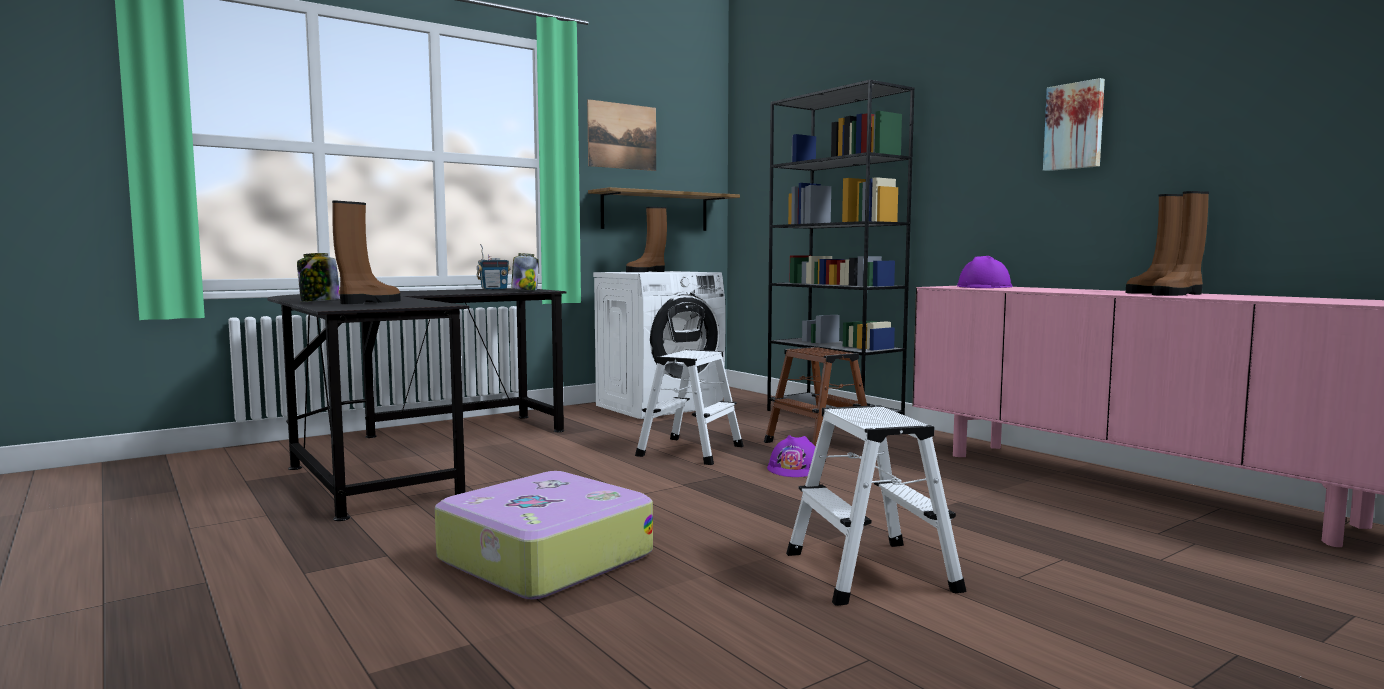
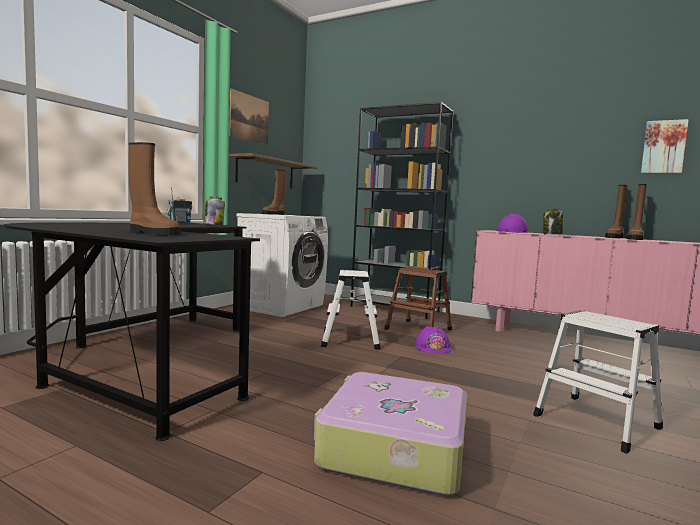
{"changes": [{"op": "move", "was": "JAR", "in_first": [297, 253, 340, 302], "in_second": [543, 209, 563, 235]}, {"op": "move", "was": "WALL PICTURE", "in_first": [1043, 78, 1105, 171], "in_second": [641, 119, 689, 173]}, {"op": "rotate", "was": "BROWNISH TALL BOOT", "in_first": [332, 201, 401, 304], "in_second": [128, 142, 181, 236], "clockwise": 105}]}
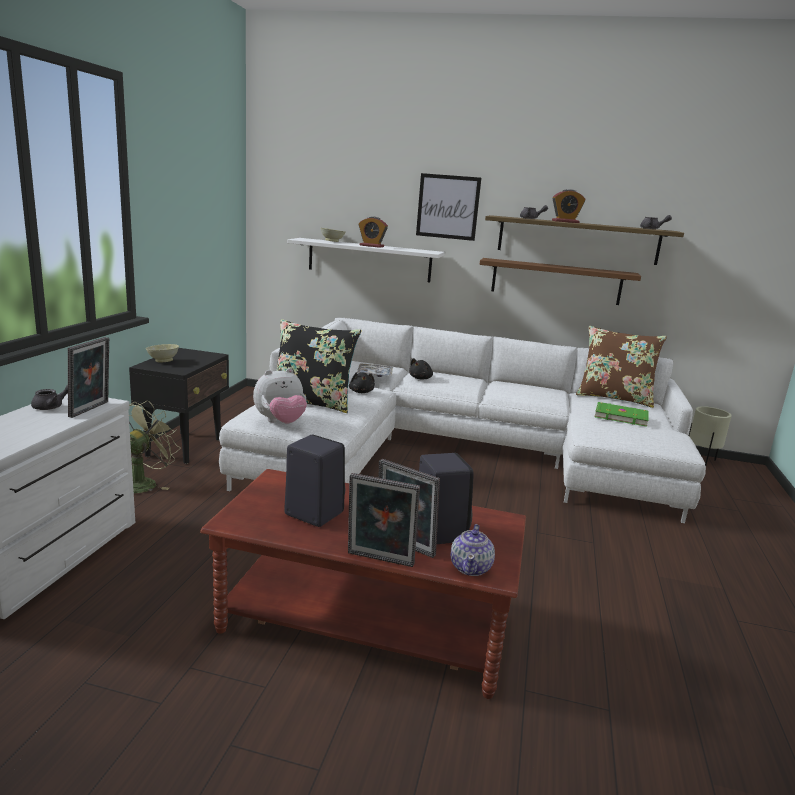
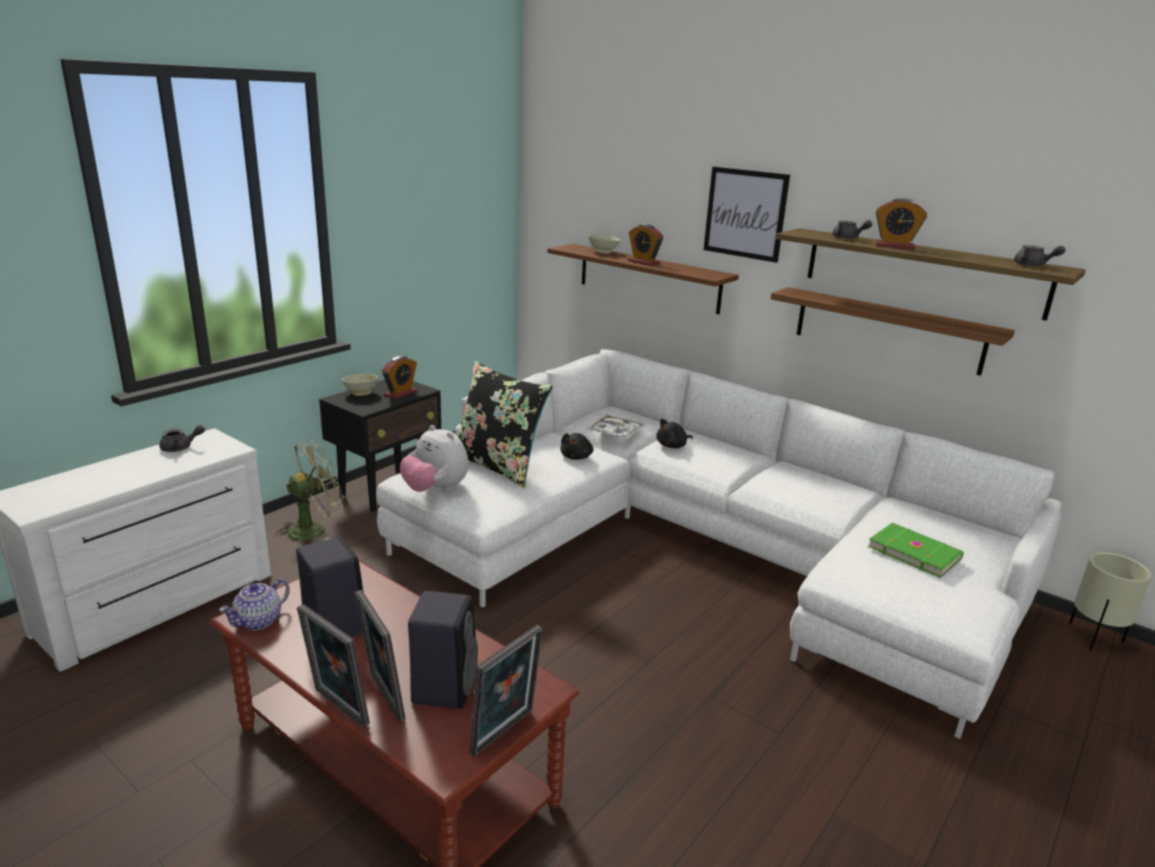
{"changes": [{"op": "delete", "was": "BROWNISH THROW PILLOW", "in_first": [576, 326, 667, 408]}, {"op": "insert", "now": "TABLE CLOCK", "in_second": [382, 356, 417, 399]}, {"op": "move", "was": "PHOTO FRAME", "in_first": [68, 337, 109, 418], "in_second": [469, 625, 543, 757]}, {"op": "move", "was": "TEAPOT", "in_first": [451, 524, 495, 576], "in_second": [219, 579, 290, 630]}, {"op": "recolor", "was": "WHITE BRACKET SHELF", "now": "BROWNISH BRACKET SHELF", "in_first": [287, 238, 445, 282], "in_second": [548, 244, 739, 314]}, {"op": "rotate", "was": "SOFT TOY", "in_first": [253, 368, 307, 423], "in_second": [400, 425, 469, 492], "clockwise": 45}]}
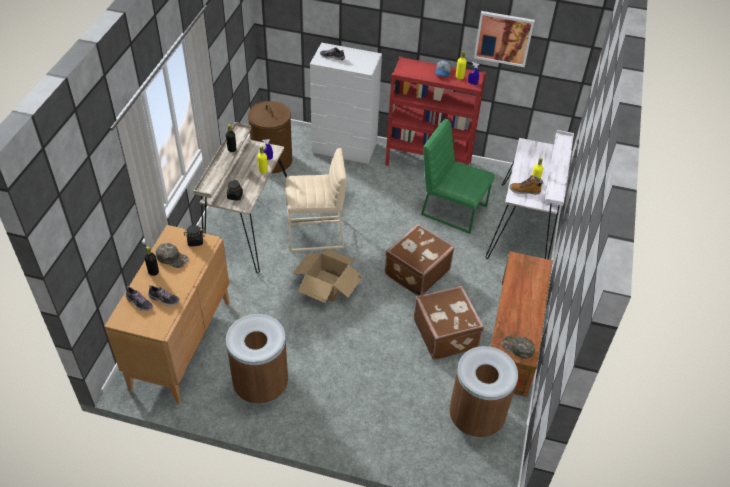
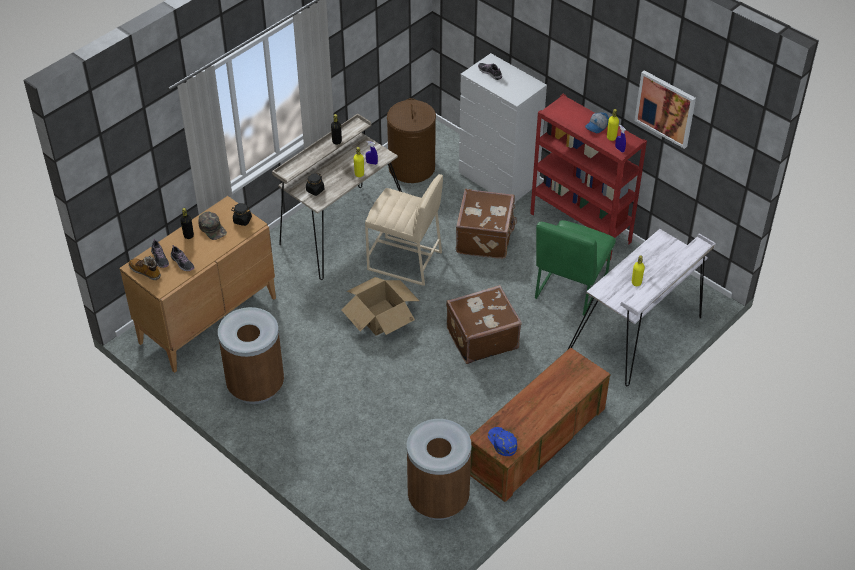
{"changes": [{"op": "move", "was": "BROWNISH TRAVEL CASE", "in_first": [414, 286, 484, 360], "in_second": [456, 189, 517, 259]}, {"op": "move", "was": "TALL BOOT", "in_first": [509, 175, 543, 195], "in_second": [129, 256, 161, 280]}, {"op": "recolor", "was": "GREEN CAP", "now": "BLUISH CAP", "in_first": [502, 336, 535, 359], "in_second": [488, 427, 517, 456]}, {"op": "rotate", "was": "GREEN UPRIGHT CHAIR", "in_first": [421, 119, 495, 234], "in_second": [535, 220, 616, 316], "clockwise": -120}]}
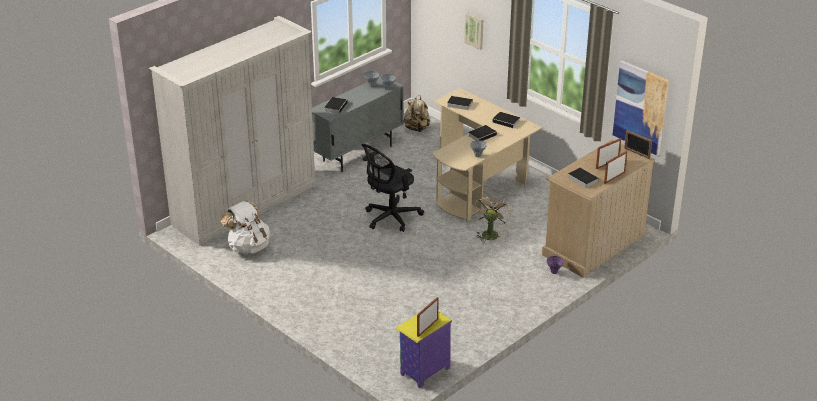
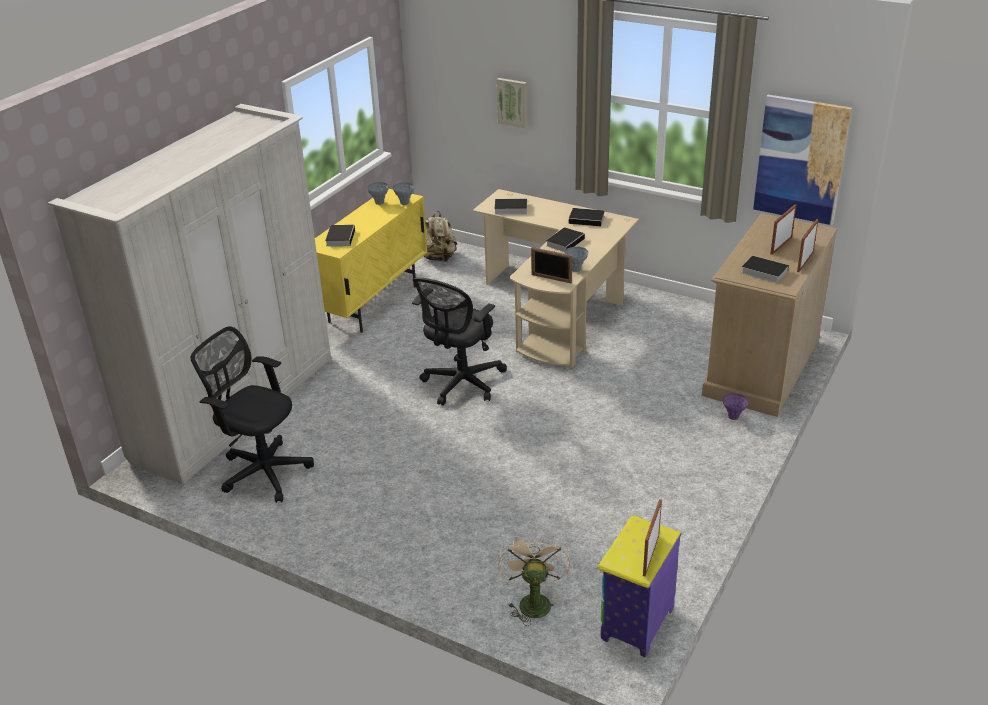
{"changes": [{"op": "move", "was": "SAND-COLOURED FAN", "in_first": [474, 194, 511, 242], "in_second": [499, 532, 571, 626]}, {"op": "move", "was": "PHOTO FRAME", "in_first": [624, 130, 652, 159], "in_second": [531, 247, 572, 283]}, {"op": "replace", "was": "WHITE RUCKSACK", "now": "BLACKISH OFFICE CHAIR", "in_first": [220, 201, 270, 254], "in_second": [191, 326, 314, 503]}, {"op": "recolor", "was": "GRAY CABINET", "now": "YELLOW CABINET", "in_first": [312, 75, 404, 172], "in_second": [315, 189, 427, 333]}]}
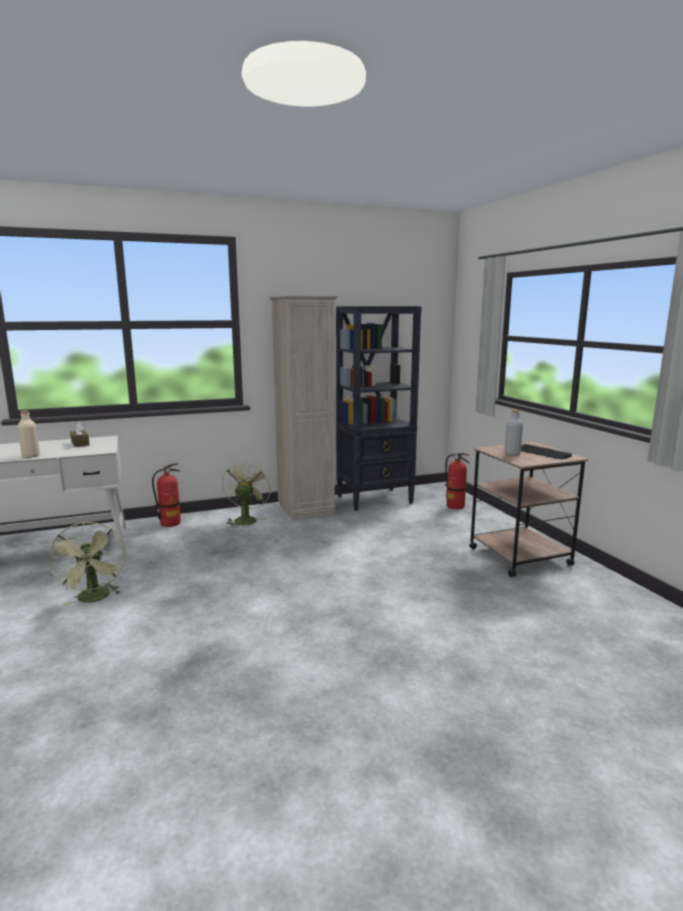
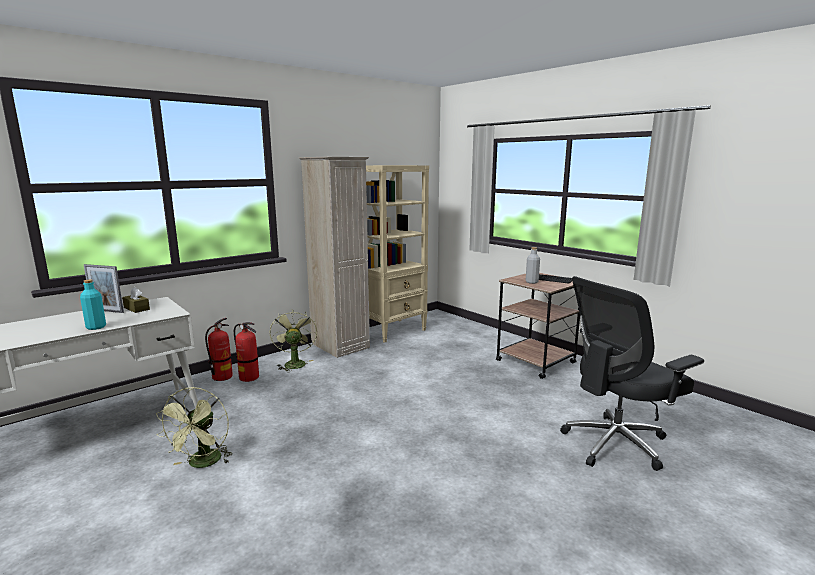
{"changes": [{"op": "insert", "now": "PHOTO FRAME", "in_second": [84, 264, 124, 313]}, {"op": "insert", "now": "OFFICE CHAIR", "in_second": [560, 276, 704, 471]}, {"op": "move", "was": "FIRE-FIGHTING CYLINDER", "in_first": [445, 453, 470, 509], "in_second": [234, 322, 259, 382]}, {"op": "recolor", "was": "SAND-COLOURED BOTTLE", "now": "BLUE-GREEN BOTTLE", "in_first": [17, 411, 40, 458], "in_second": [80, 280, 106, 330]}, {"op": "recolor", "was": "BLACKISH BOOKSHELF", "now": "SAND-COLOURED BOOKSHELF", "in_first": [336, 306, 422, 511], "in_second": [366, 165, 429, 343]}, {"op": "rotate", "was": "GREEN FAN", "in_first": [49, 522, 125, 606], "in_second": [156, 387, 232, 468], "clockwise": 45}]}
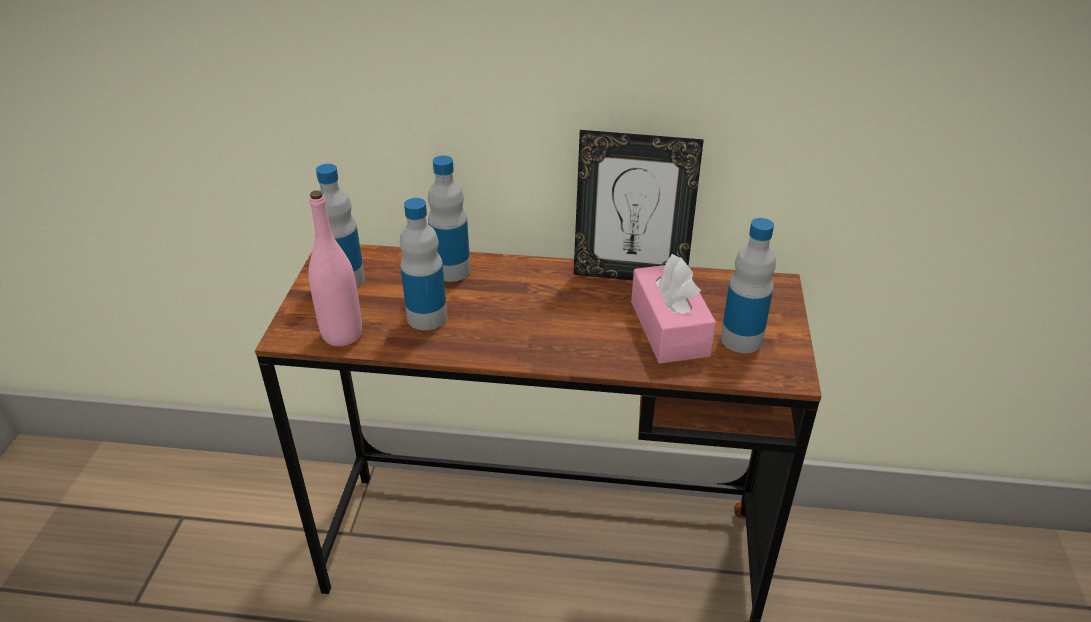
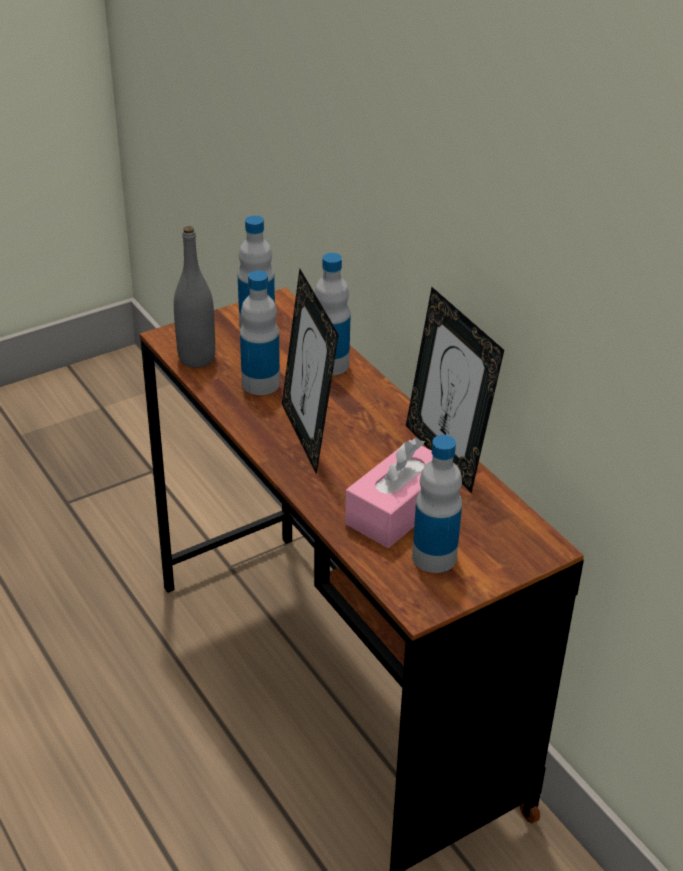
{"changes": [{"op": "insert", "now": "PHOTO FRAME", "in_second": [282, 269, 339, 475]}, {"op": "recolor", "was": "PINKISH BOTTLE", "now": "GRAY BOTTLE", "in_first": [308, 190, 362, 346], "in_second": [174, 226, 215, 368]}]}
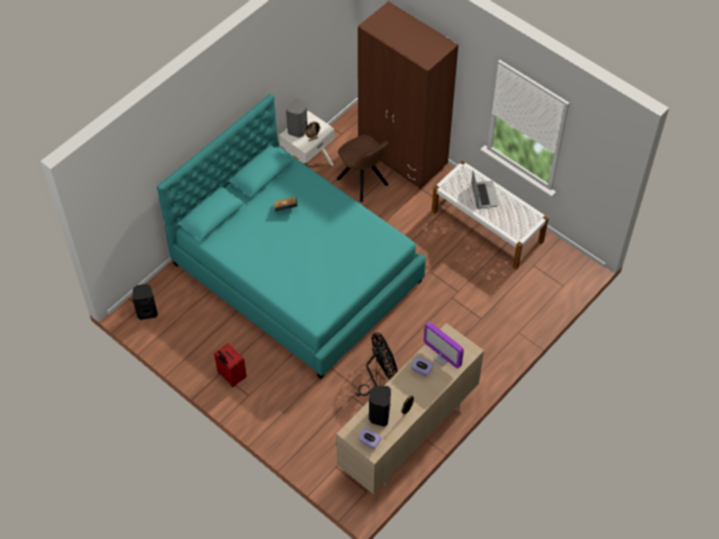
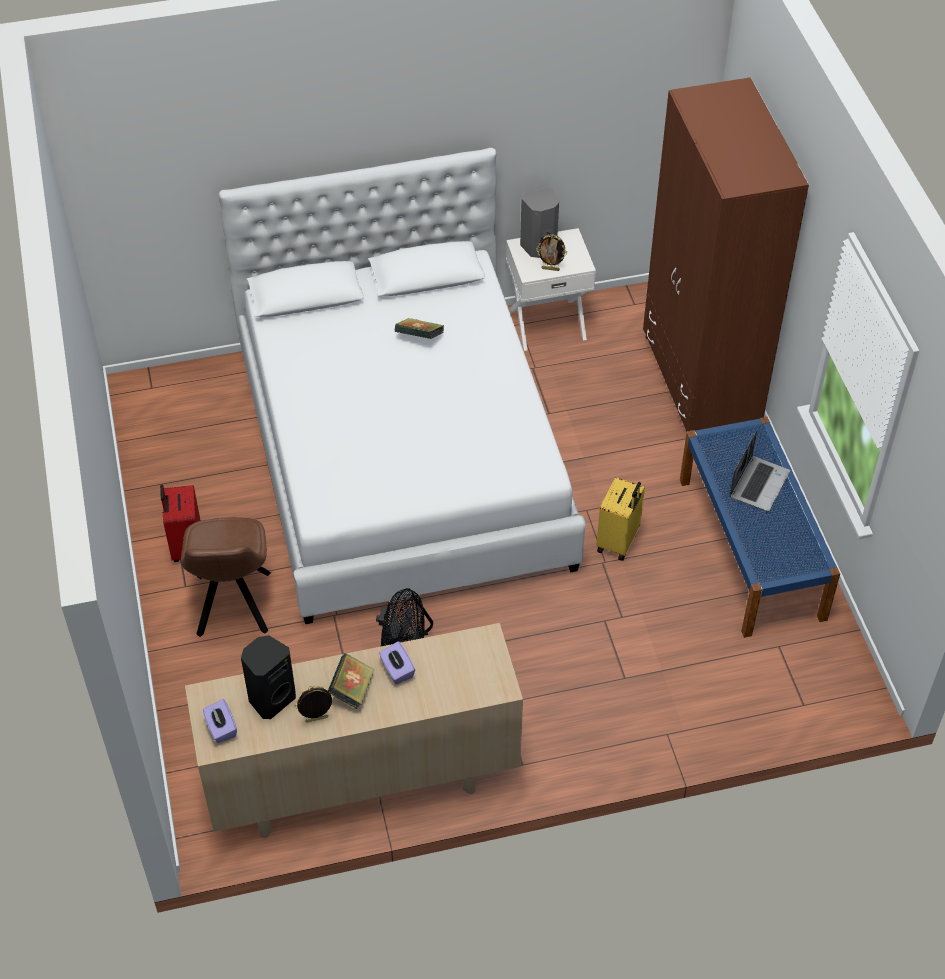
{"changes": [{"op": "delete", "was": "BLACKISH AUDIO SPEAKER", "in_first": [132, 284, 158, 320]}, {"op": "delete", "was": "COMPUTER DISPLAY", "in_first": [423, 322, 464, 369]}, {"op": "insert", "now": "BOUND BOOK", "in_second": [328, 653, 375, 709]}, {"op": "insert", "now": "YELLOW TRAVEL CASE", "in_second": [596, 477, 645, 561]}, {"op": "move", "was": "BROWNISH UPRIGHT CHAIR", "in_first": [337, 135, 389, 202], "in_second": [181, 517, 271, 637]}, {"op": "recolor", "was": "BLUE-GREEN SLEEPING BED", "now": "WHITE SLEEPING BED", "in_first": [157, 94, 426, 379], "in_second": [218, 148, 586, 624]}, {"op": "recolor", "was": "WHITE BENCH", "now": "BLUISH BENCH", "in_first": [432, 160, 549, 270], "in_second": [680, 417, 840, 638]}]}
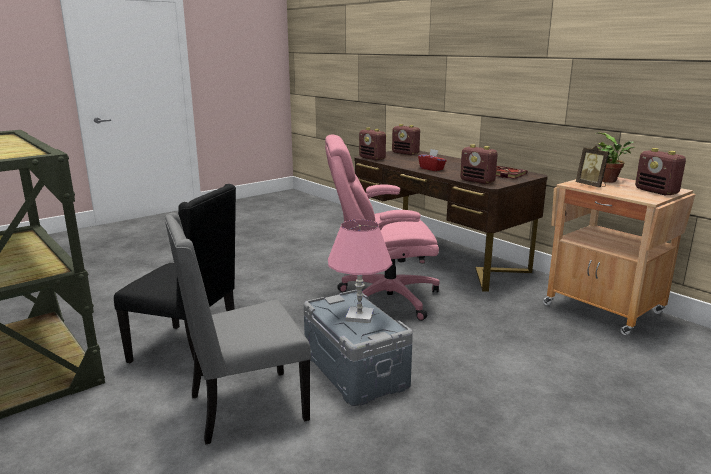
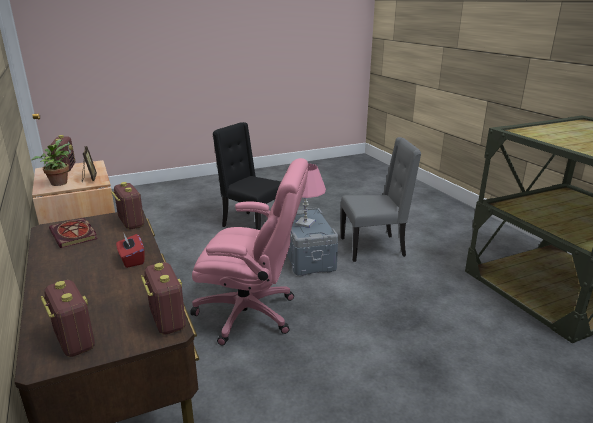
{"changes": [{"op": "move", "was": "BLACKISH UPRIGHT CHAIR", "in_first": [114, 184, 236, 376], "in_second": [213, 122, 281, 230]}]}
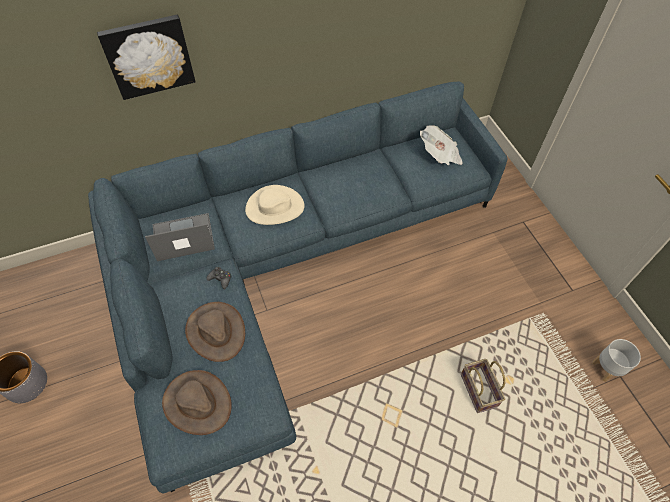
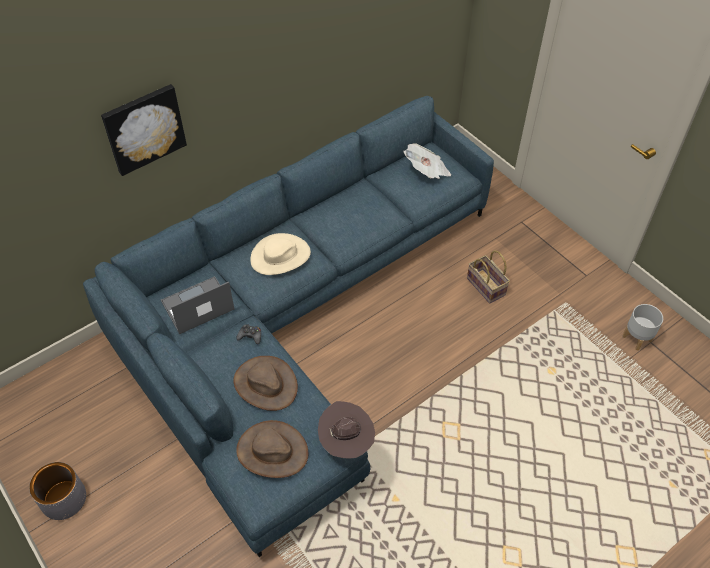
{"changes": [{"op": "insert", "now": "BROWNISH HAT", "in_second": [318, 401, 375, 459]}, {"op": "move", "was": "STORAGE BASKET", "in_first": [461, 359, 505, 413], "in_second": [467, 250, 510, 303]}]}
